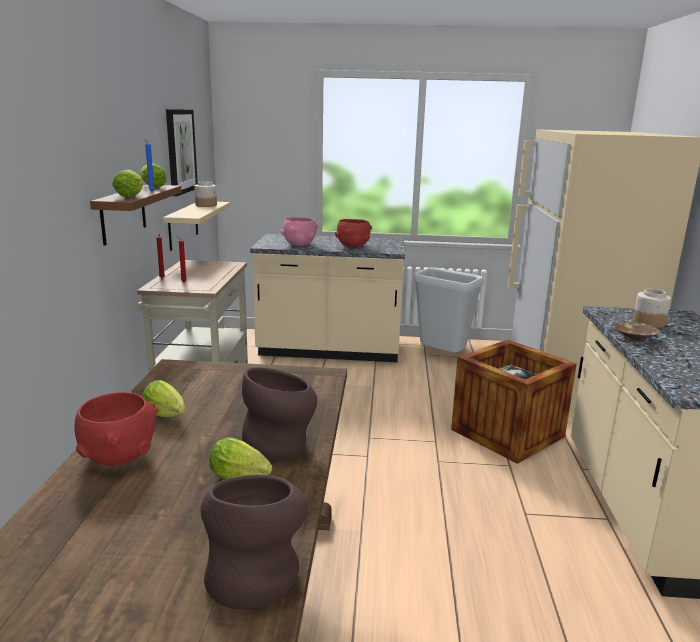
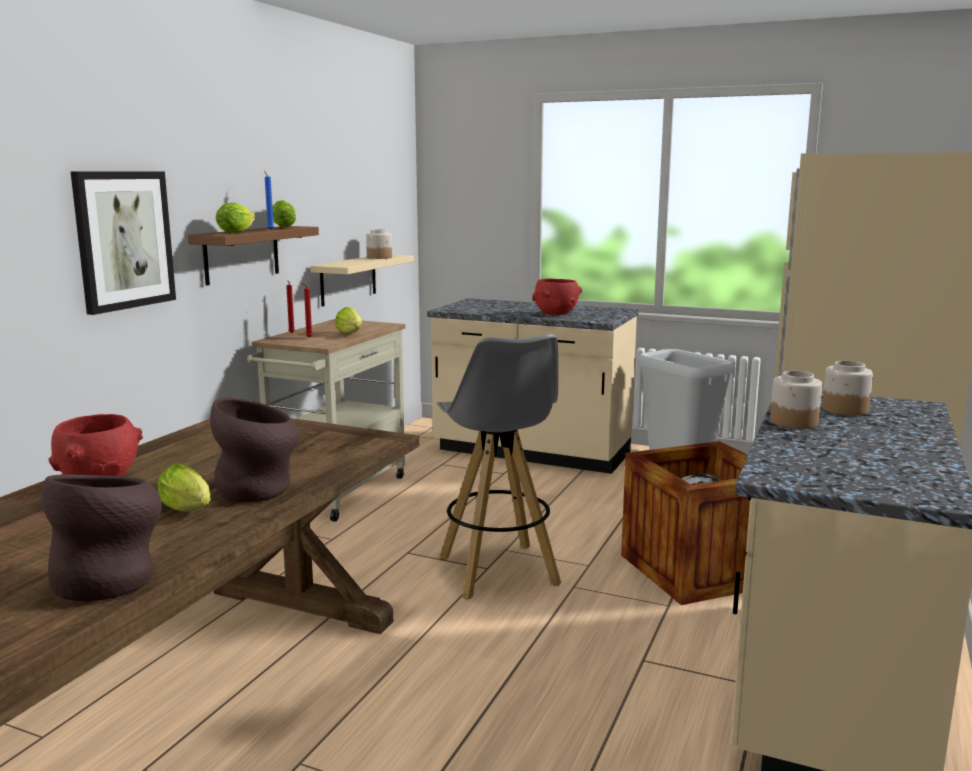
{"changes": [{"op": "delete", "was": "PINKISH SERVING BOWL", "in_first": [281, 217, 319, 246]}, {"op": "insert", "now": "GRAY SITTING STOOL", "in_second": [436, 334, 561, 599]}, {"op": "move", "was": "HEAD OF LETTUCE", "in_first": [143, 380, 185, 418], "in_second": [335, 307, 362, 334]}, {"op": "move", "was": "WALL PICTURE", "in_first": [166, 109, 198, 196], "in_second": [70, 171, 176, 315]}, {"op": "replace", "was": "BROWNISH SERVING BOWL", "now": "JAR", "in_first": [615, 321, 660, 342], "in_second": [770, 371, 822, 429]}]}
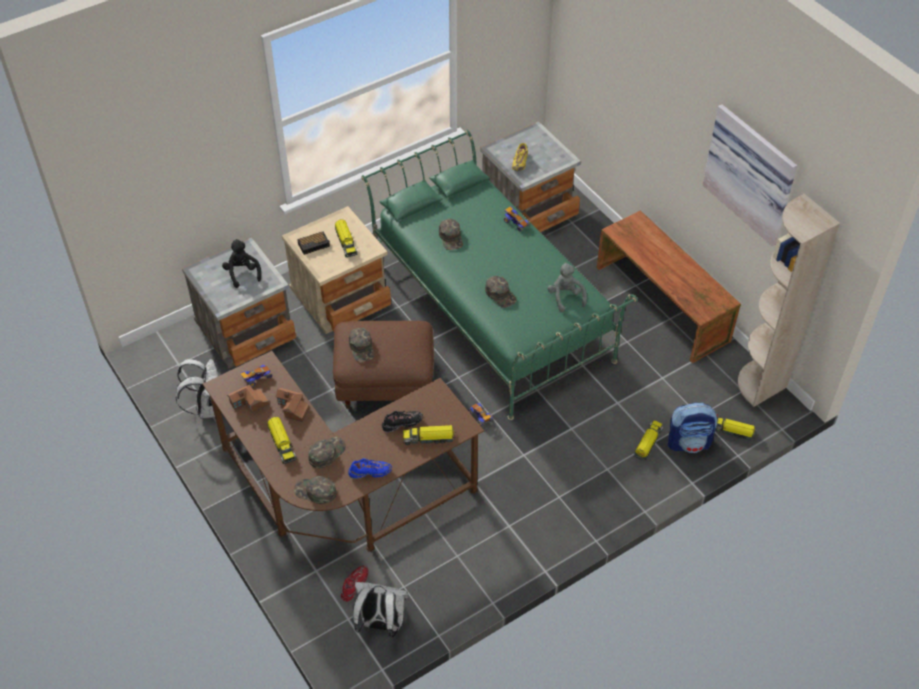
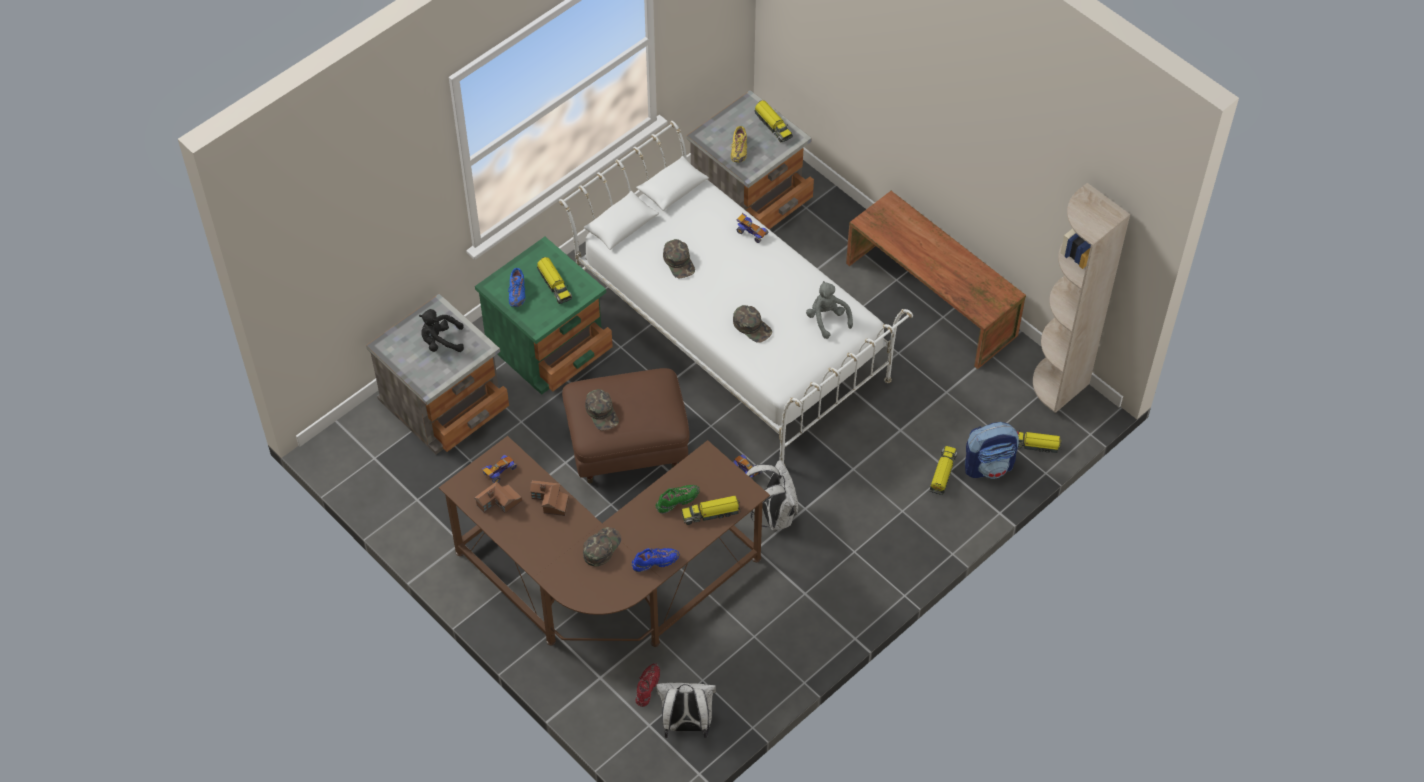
{"changes": [{"op": "delete", "was": "GREEN CAP", "in_first": [294, 476, 337, 504]}, {"op": "delete", "was": "WALL PICTURE", "in_first": [702, 104, 797, 246]}, {"op": "move", "was": "WHITE RUCKSACK", "in_first": [175, 359, 218, 418], "in_second": [746, 460, 798, 530]}, {"op": "move", "was": "MODEL TRUCK", "in_first": [267, 417, 296, 464], "in_second": [754, 100, 793, 143]}, {"op": "replace", "was": "TABLE CLOCK", "now": "BLUISH ITEM OF FOOTWEAR", "in_first": [297, 232, 330, 255], "in_second": [508, 268, 526, 307]}, {"op": "recolor", "was": "SAND-COLOURED NIGHT TABLE", "now": "GREEN NIGHT TABLE", "in_first": [282, 206, 391, 334], "in_second": [475, 237, 613, 395]}, {"op": "recolor", "was": "GREEN SLEEPING BED", "now": "WHITE SLEEPING BED", "in_first": [361, 130, 638, 420], "in_second": [559, 121, 913, 465]}, {"op": "recolor", "was": "BLACKISH ITEM OF FOOTWEAR", "now": "GREEN ITEM OF FOOTWEAR", "in_first": [382, 411, 423, 432], "in_second": [656, 485, 700, 514]}, {"op": "rotate", "was": "BLACKISH SOFT TOY", "in_first": [222, 239, 261, 288], "in_second": [419, 309, 464, 352], "clockwise": -60}]}
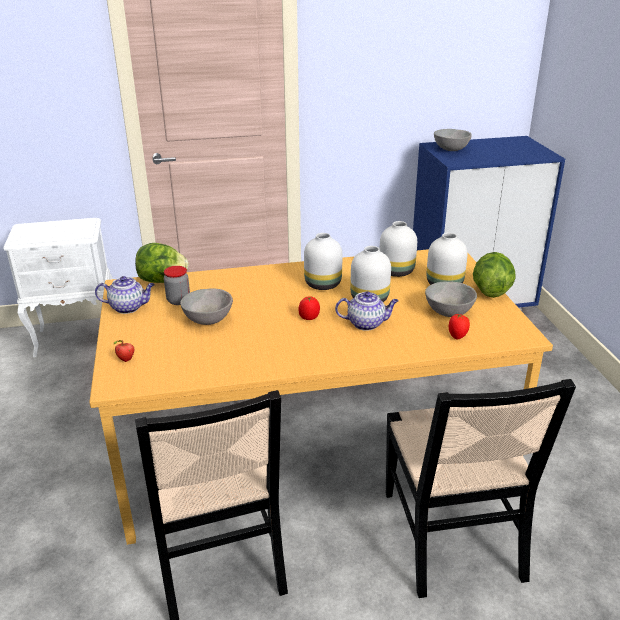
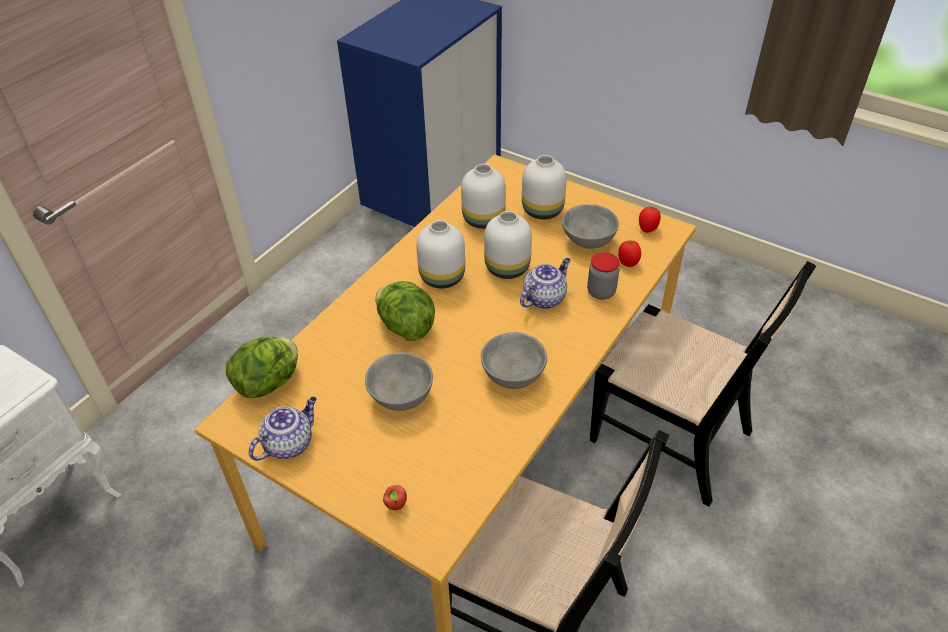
{"changes": [{"op": "move", "was": "JAR", "in_first": [164, 266, 190, 305], "in_second": [587, 252, 619, 300]}, {"op": "move", "was": "FRESH TOMATO", "in_first": [298, 296, 320, 320], "in_second": [639, 207, 661, 233]}, {"op": "move", "was": "GRAY SERVING BOWL", "in_first": [434, 129, 472, 151], "in_second": [481, 332, 547, 389]}, {"op": "move", "was": "HEAD OF LETTUCE", "in_first": [473, 252, 516, 298], "in_second": [375, 281, 435, 341]}]}
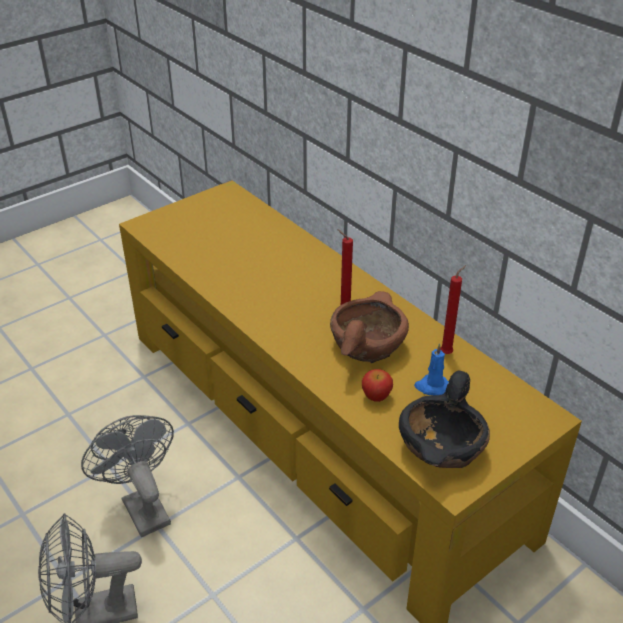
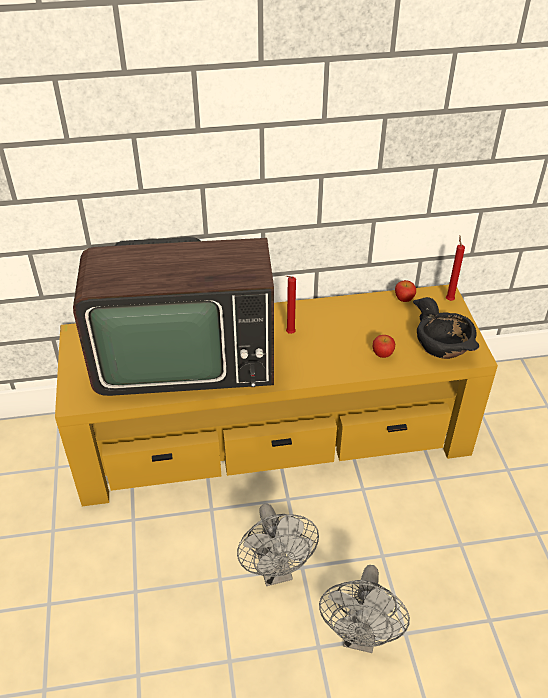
{"changes": [{"op": "delete", "was": "BROWNISH SERVING BOWL", "in_first": [330, 291, 409, 363]}, {"op": "delete", "was": "BLUISH WAX CANDLE", "in_first": [414, 343, 449, 395]}, {"op": "insert", "now": "TELEVISION", "in_second": [73, 237, 274, 396]}, {"op": "insert", "now": "APPLE", "in_second": [395, 280, 416, 302]}, {"op": "move", "was": "RED WAX CANDLE", "in_first": [440, 265, 466, 354], "in_second": [446, 236, 465, 301]}, {"op": "rotate", "was": "GRAY FAN", "in_first": [81, 415, 174, 537], "in_second": [237, 503, 319, 586], "clockwise": -105}]}
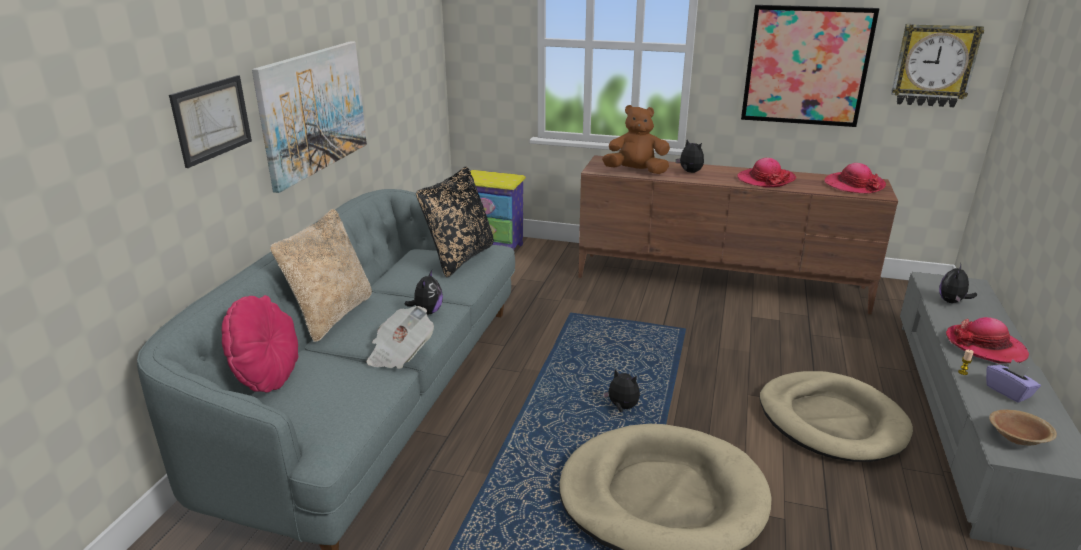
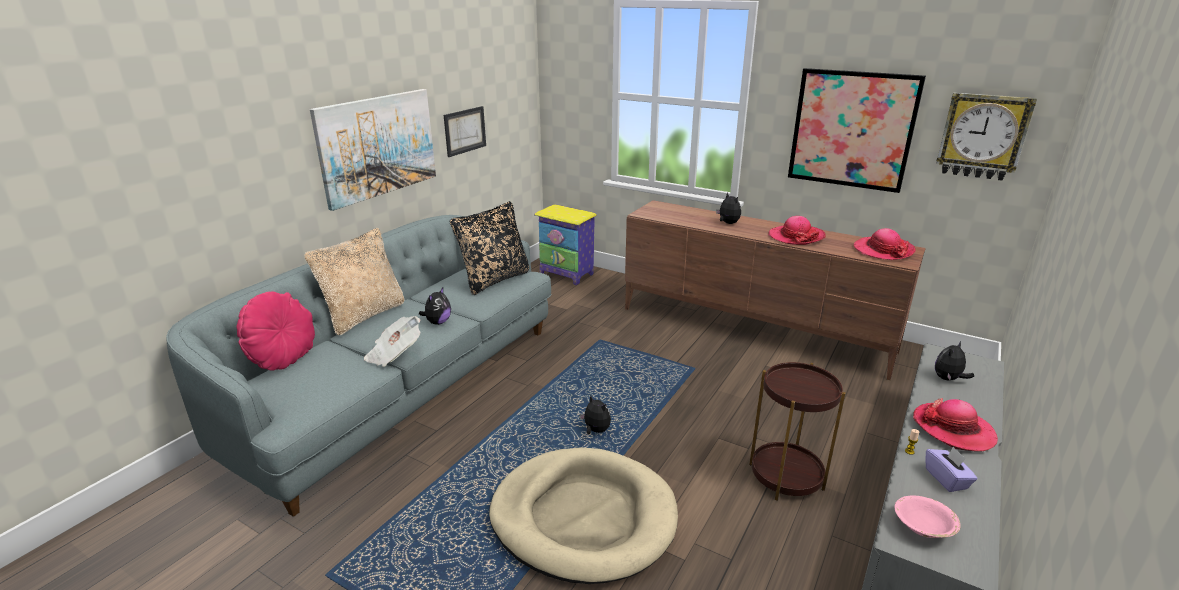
{"changes": [{"op": "delete", "was": "BROWNISH SOFT TOY", "in_first": [602, 105, 670, 174]}, {"op": "move", "was": "WALL PICTURE", "in_first": [169, 75, 252, 168], "in_second": [444, 106, 486, 157]}, {"op": "replace", "was": "SAND-COLOURED DOG CUSHION", "now": "BROWNISH SIDE TABLE", "in_first": [759, 371, 913, 462], "in_second": [749, 362, 846, 501]}, {"op": "recolor", "was": "BROWNISH SERVING BOWL", "now": "PINKISH SERVING BOWL", "in_first": [989, 410, 1057, 445], "in_second": [895, 496, 961, 538]}]}
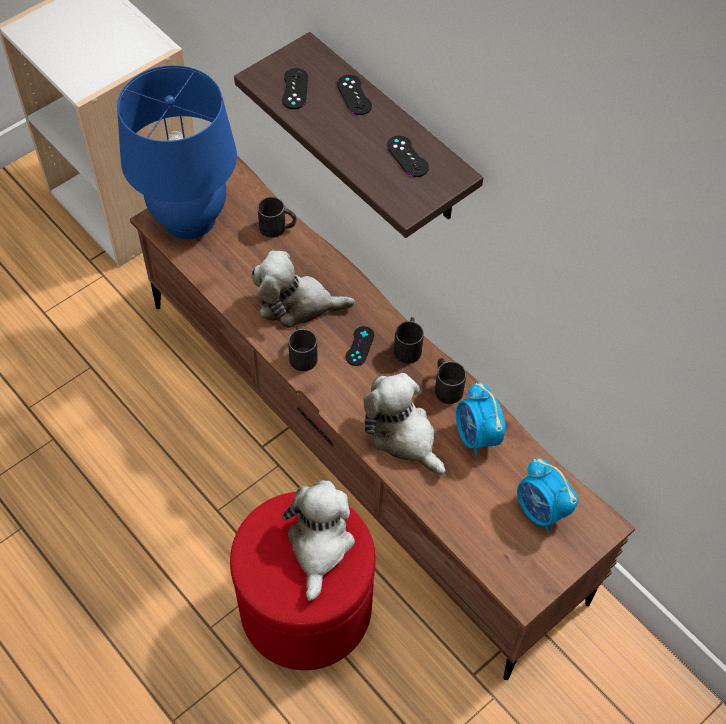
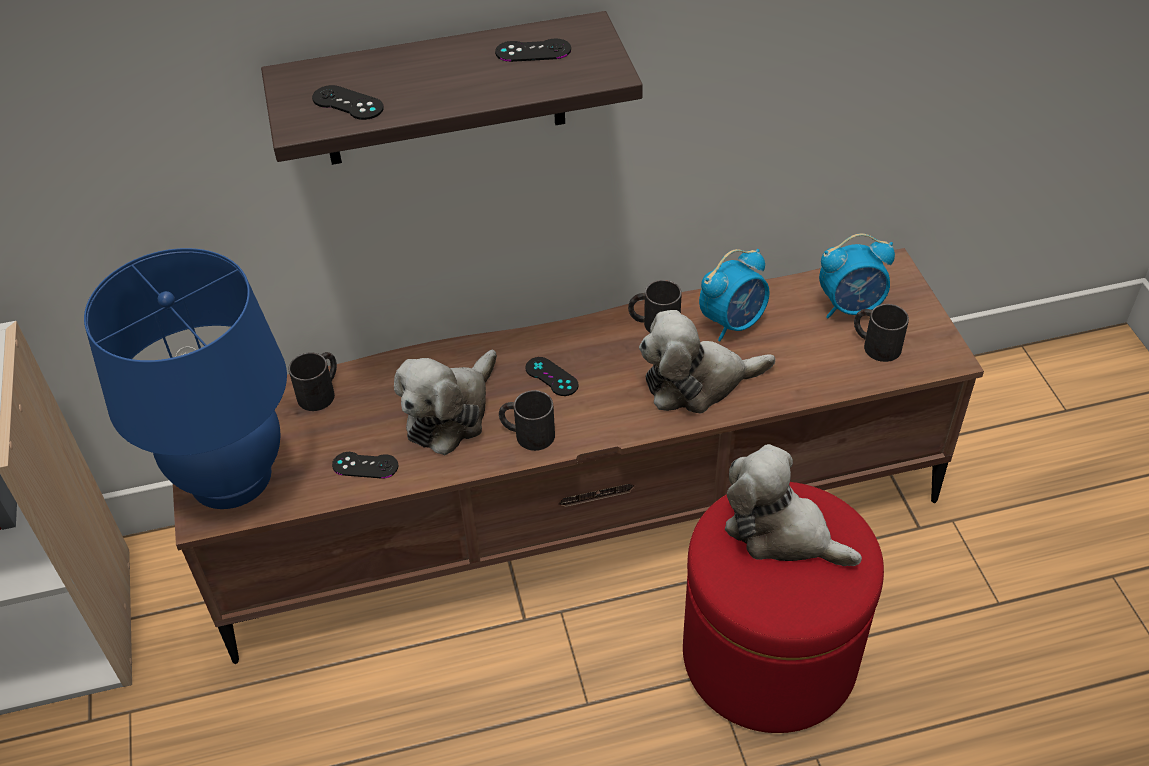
{"changes": [{"op": "move", "was": "BLACKISH GAMEPAD", "in_first": [337, 75, 372, 115], "in_second": [332, 452, 398, 479]}, {"op": "move", "was": "BLACKISH COFFEE MUG", "in_first": [394, 317, 424, 363], "in_second": [854, 304, 909, 362]}, {"op": "rotate", "was": "TABLE CLOCK", "in_first": [456, 381, 506, 457], "in_second": [699, 249, 770, 341], "clockwise": -45}]}
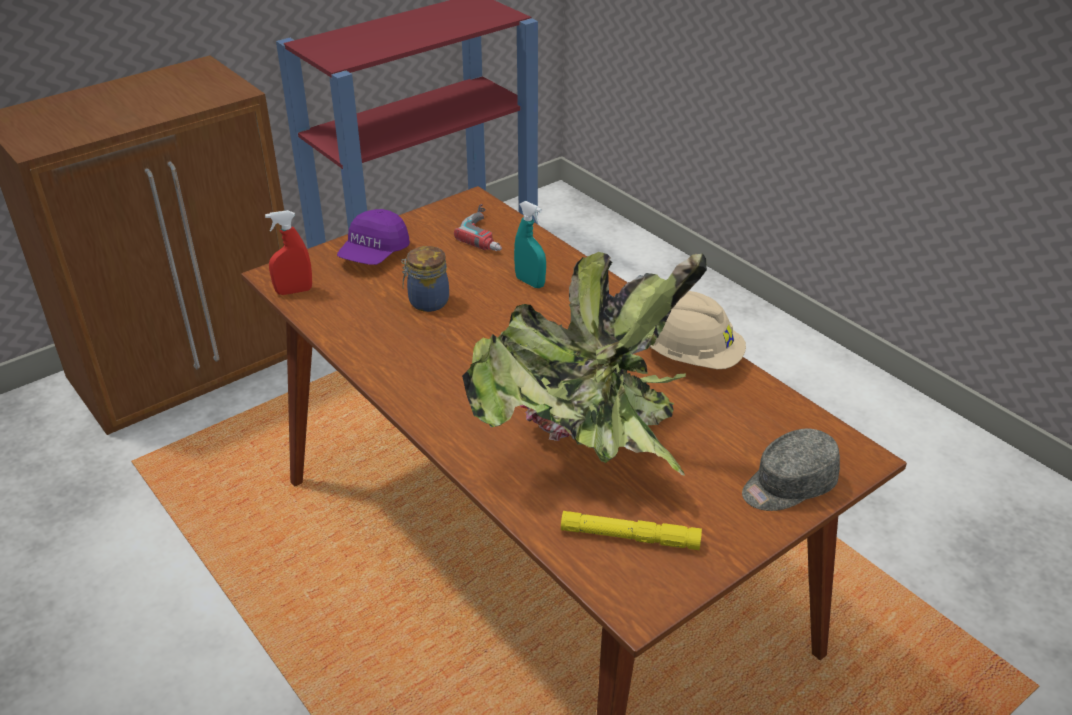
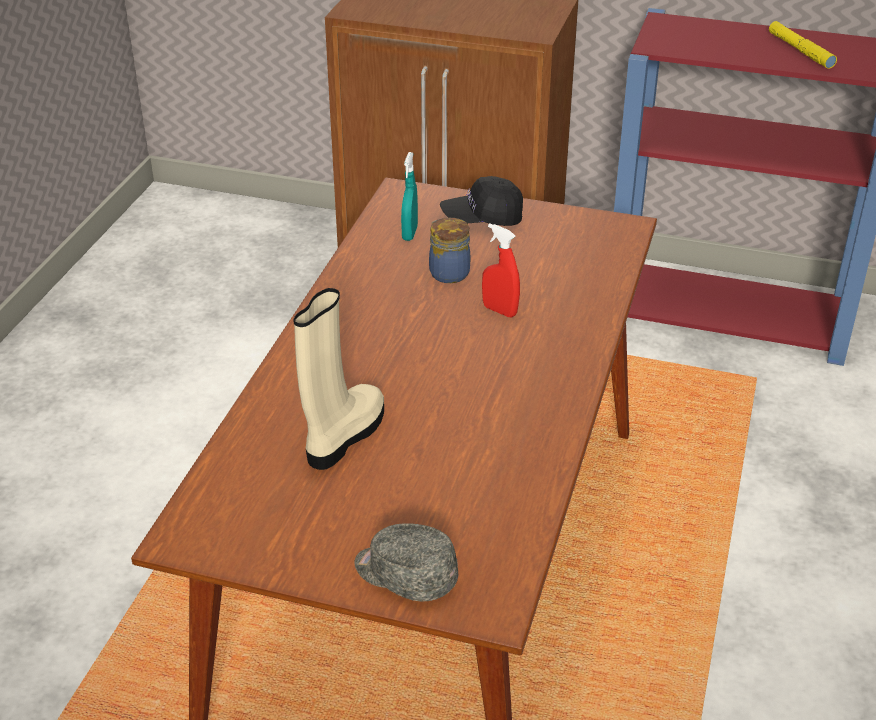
{"changes": [{"op": "delete", "was": "DRILL", "in_first": [454, 204, 502, 251]}, {"op": "delete", "was": "SAND-COLOURED WORK HELMET", "in_first": [650, 291, 746, 369]}, {"op": "move", "was": "RED SPRAY BOTTLE", "in_first": [265, 210, 312, 295], "in_second": [482, 224, 520, 317]}, {"op": "move", "was": "BLUE-GREEN SPRAY BOTTLE", "in_first": [514, 201, 546, 288], "in_second": [401, 152, 418, 241]}, {"op": "move", "was": "YELLOW TORCH", "in_first": [561, 511, 702, 550], "in_second": [769, 21, 837, 69]}, {"op": "replace", "was": "PLANT IN A POT", "now": "SAND-COLOURED TALL BOOT", "in_first": [462, 252, 707, 476], "in_second": [294, 288, 384, 470]}, {"op": "recolor", "was": "PURPLISH CAP", "now": "BLACKISH CAP", "in_first": [337, 209, 410, 265], "in_second": [440, 176, 523, 226]}]}
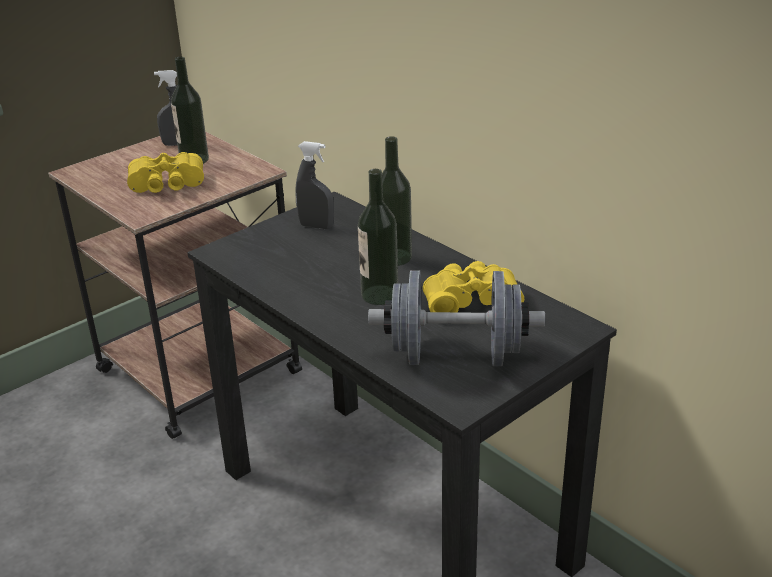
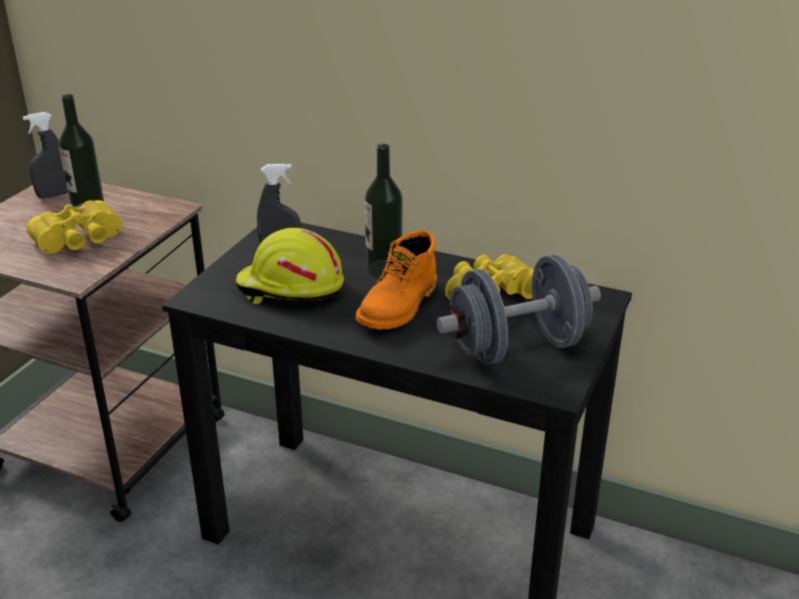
{"changes": [{"op": "insert", "now": "YELLOW WORK HELMET", "in_second": [236, 228, 344, 304]}, {"op": "replace", "was": "BOTTLE", "now": "ORANGE-COLOURED TALL BOOT", "in_first": [358, 169, 398, 305], "in_second": [356, 230, 437, 330]}]}
